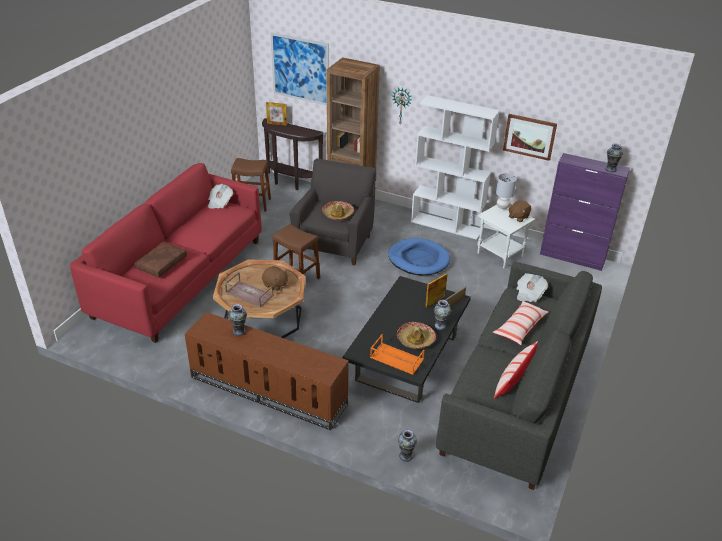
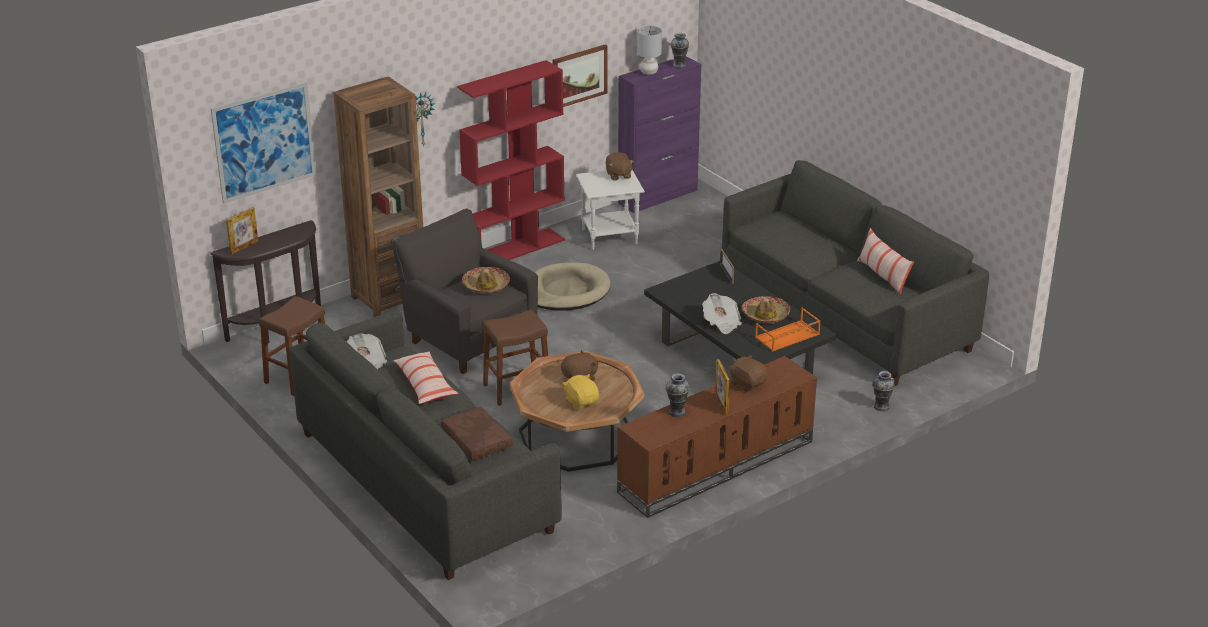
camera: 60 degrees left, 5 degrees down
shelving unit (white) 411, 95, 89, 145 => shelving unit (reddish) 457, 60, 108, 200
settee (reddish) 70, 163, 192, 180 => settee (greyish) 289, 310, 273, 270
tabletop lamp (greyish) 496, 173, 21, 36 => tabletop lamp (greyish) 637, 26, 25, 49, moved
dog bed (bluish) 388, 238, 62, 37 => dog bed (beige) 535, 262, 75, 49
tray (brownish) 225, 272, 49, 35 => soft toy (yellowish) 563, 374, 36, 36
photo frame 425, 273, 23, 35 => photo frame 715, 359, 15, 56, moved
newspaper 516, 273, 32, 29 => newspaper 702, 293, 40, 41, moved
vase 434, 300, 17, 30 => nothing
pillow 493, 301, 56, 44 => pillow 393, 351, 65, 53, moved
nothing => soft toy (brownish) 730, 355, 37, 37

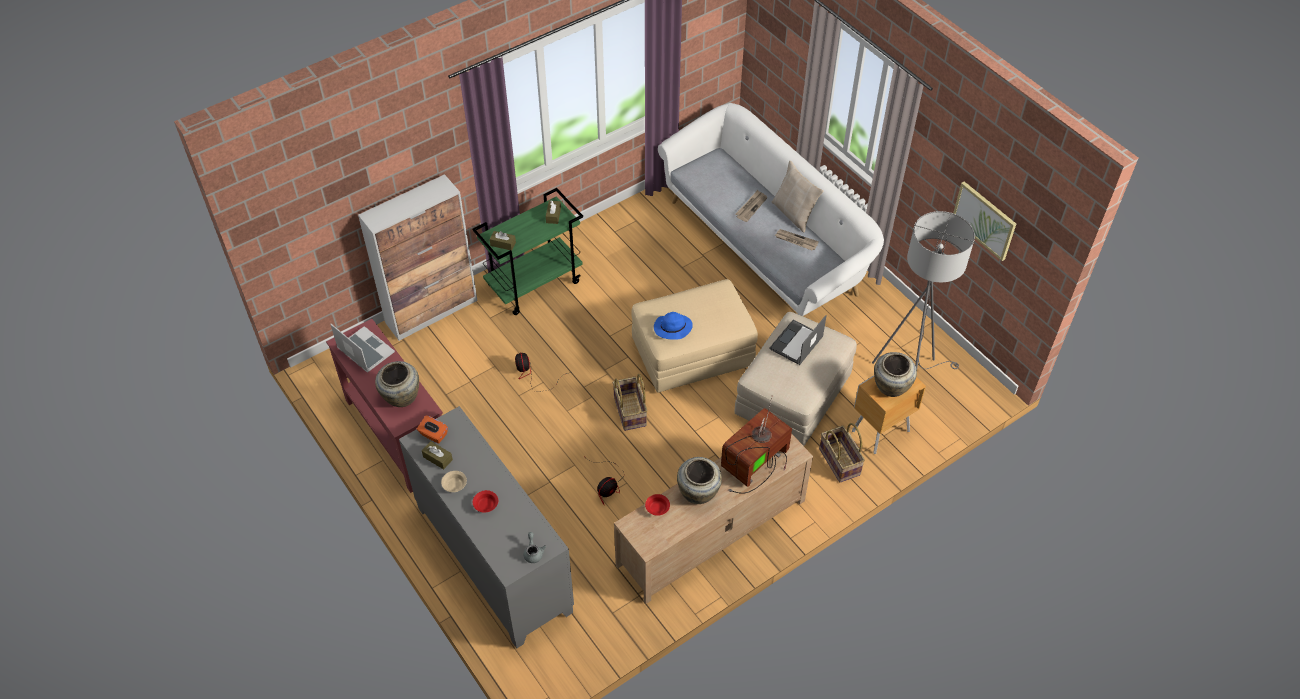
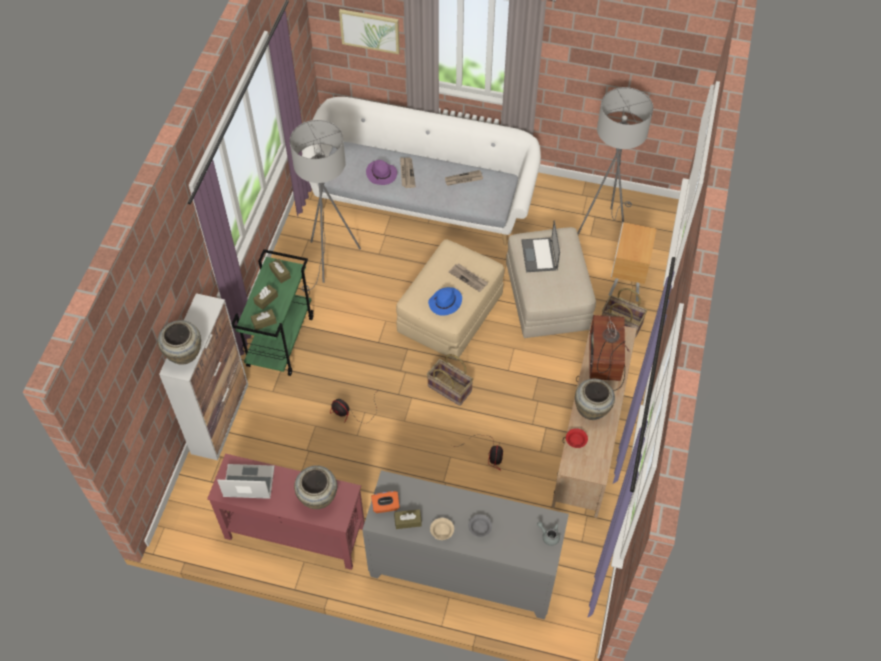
camera: 40 degrees left, 5 degrees up
pillow (beige) 772, 161, 51, 71 => nothing
wall picture 953, 181, 63, 80 => wall picture 339, 9, 61, 45, moved
vase (beige) 874, 352, 43, 45 => vase (beige) 158, 320, 43, 45, moved
bowl (reddish) 473, 490, 25, 23 => bowl (greyish) 468, 514, 24, 23
nothing => floor lamp (greyish) 290, 120, 71, 172
nothing => hat (purple-coloured) 366, 160, 31, 25
nothing => newspaper 448, 263, 40, 29
nothing => tissue box (brownish) 253, 285, 25, 25

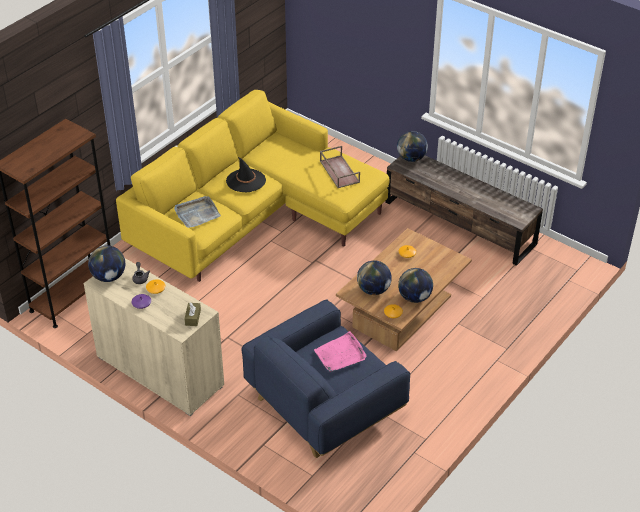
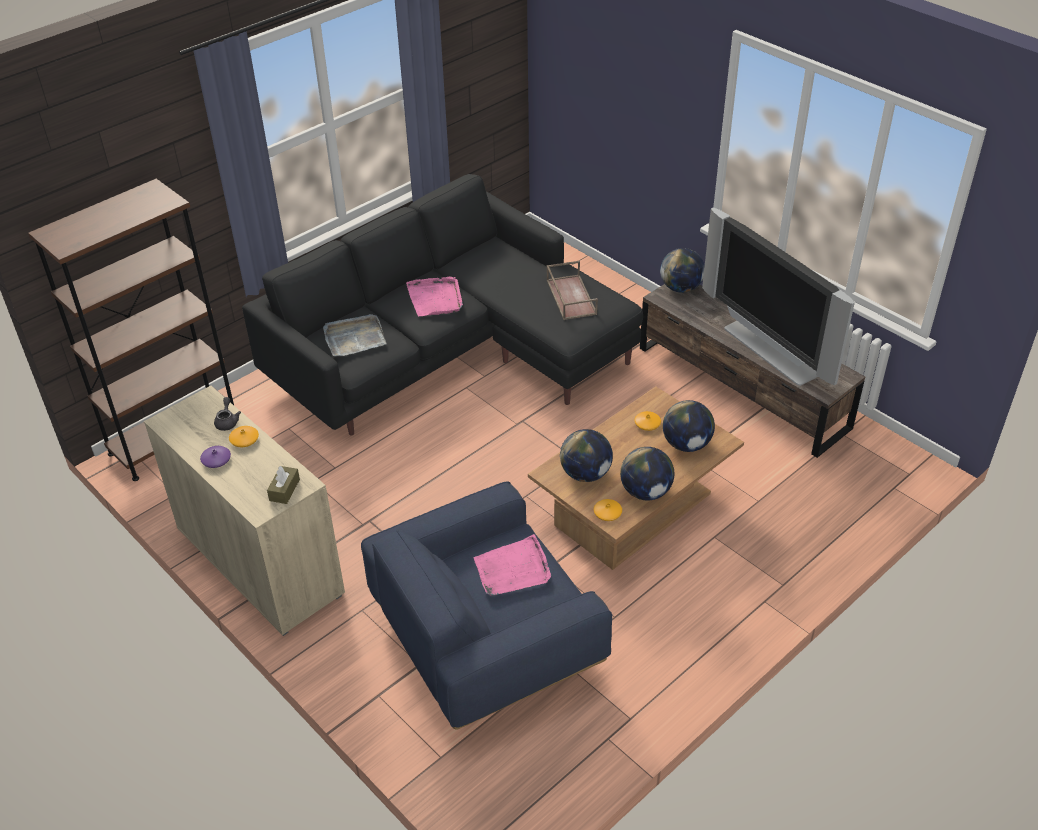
camera: 10 degrees right, 0 degrees up
settee (yellowish) 116, 90, 274, 192 => settee (blackish) 242, 174, 401, 261
hat (blackish) 226, 156, 40, 36 => tray (pinkish) 406, 277, 57, 39
desk globe 88, 246, 37, 36 => desk globe 663, 400, 52, 52, moved
nothing => TV set 702, 207, 153, 179

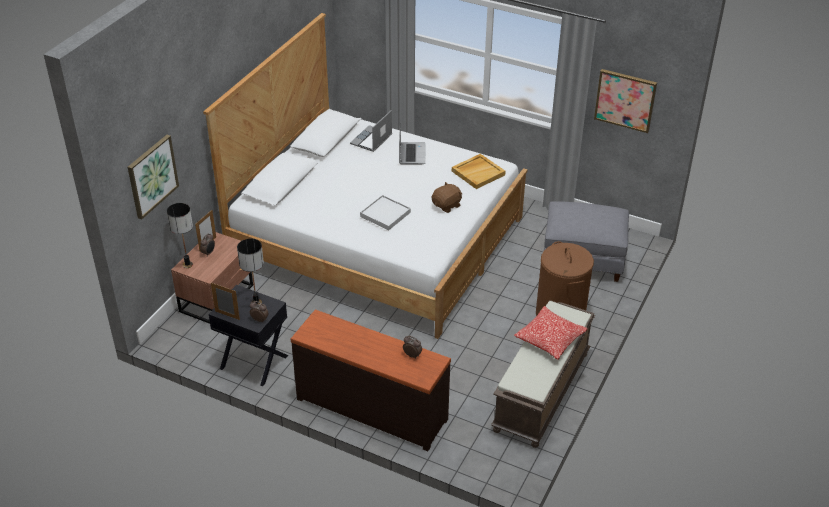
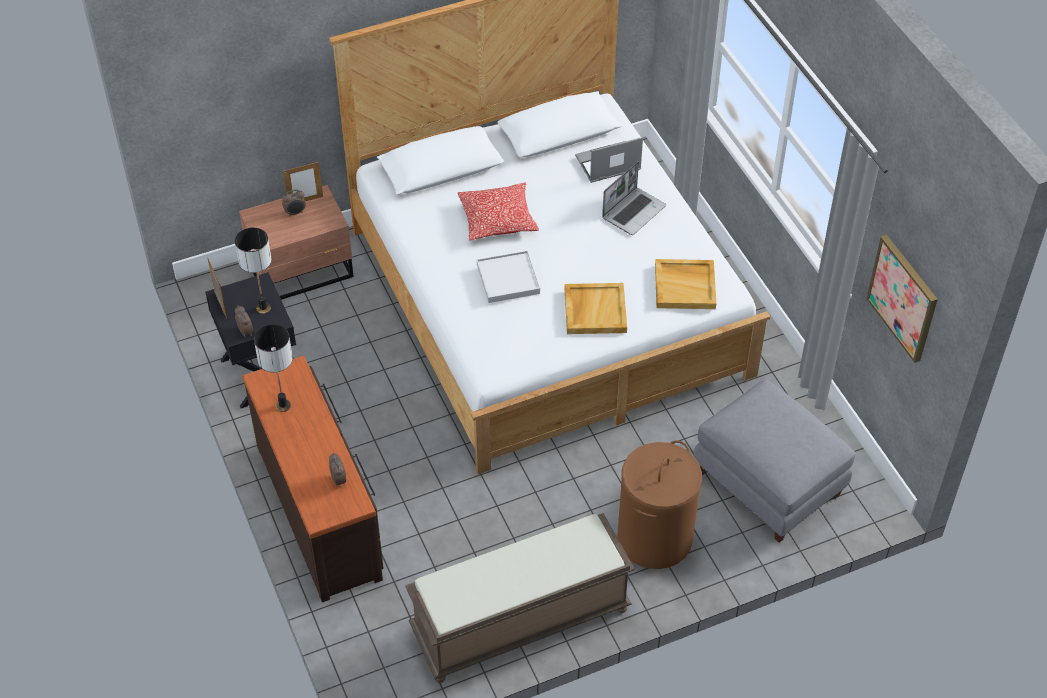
camera: 40 degrees right, 10 degrees up
wall picture 128, 135, 51, 85 => nothing
soft toy (brownish) 432, 182, 30, 31 => tray (beige) 565, 283, 62, 51
tabletop lamp 167, 203, 26, 65 => tabletop lamp 254, 324, 39, 88, moved
pillow 514, 306, 74, 54 => pillow 458, 183, 81, 58, moved

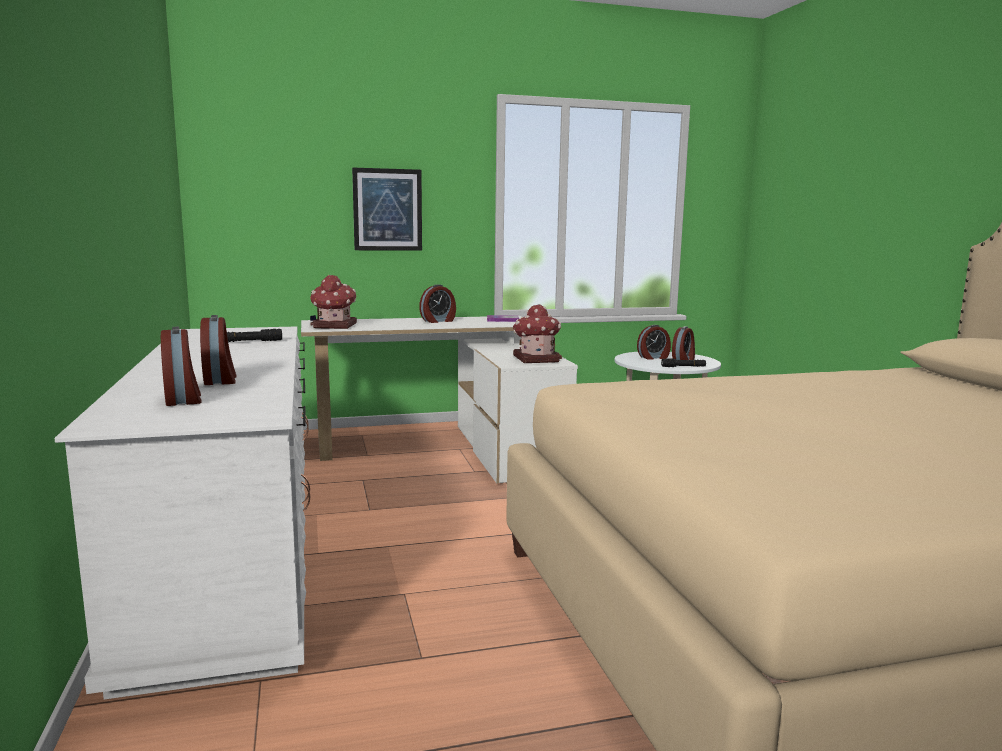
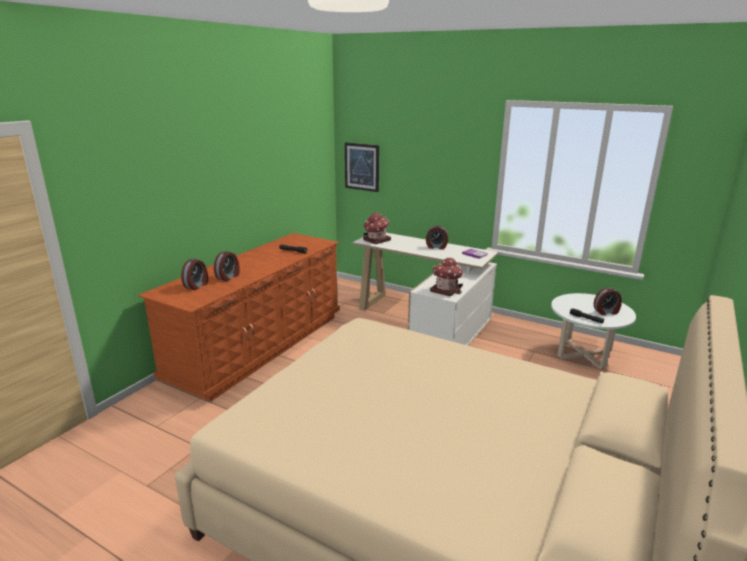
camera: 45 degrees right, 10 degrees up
wall picture 352, 168, 70, 83 => wall picture 345, 143, 34, 49, moved
bedside clock 637, 325, 34, 35 => nothing
chest of drawers (white) 55, 326, 255, 373 => chest of drawers (brownish) 138, 233, 202, 168

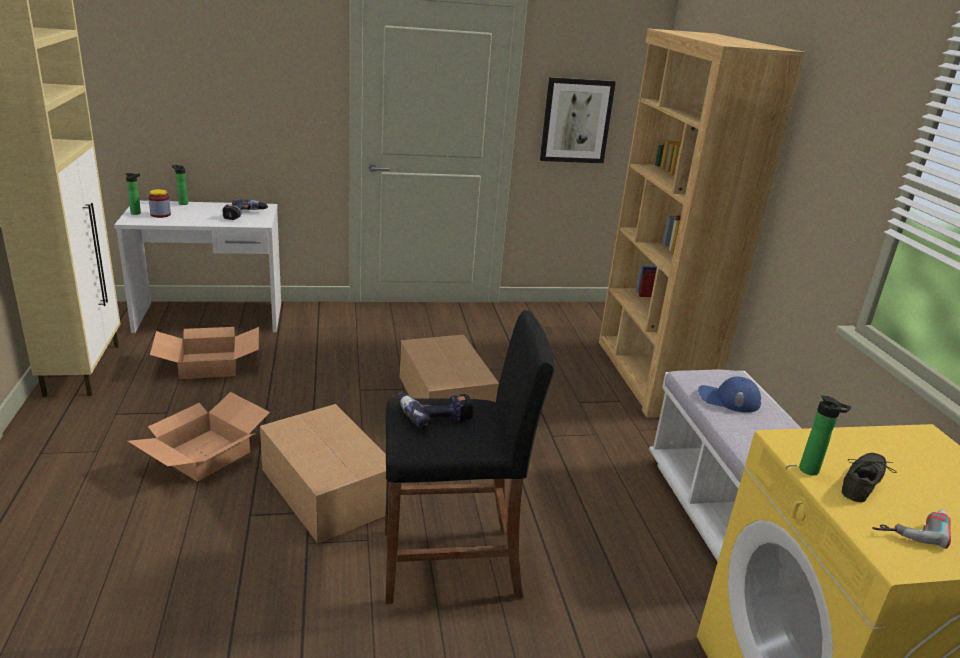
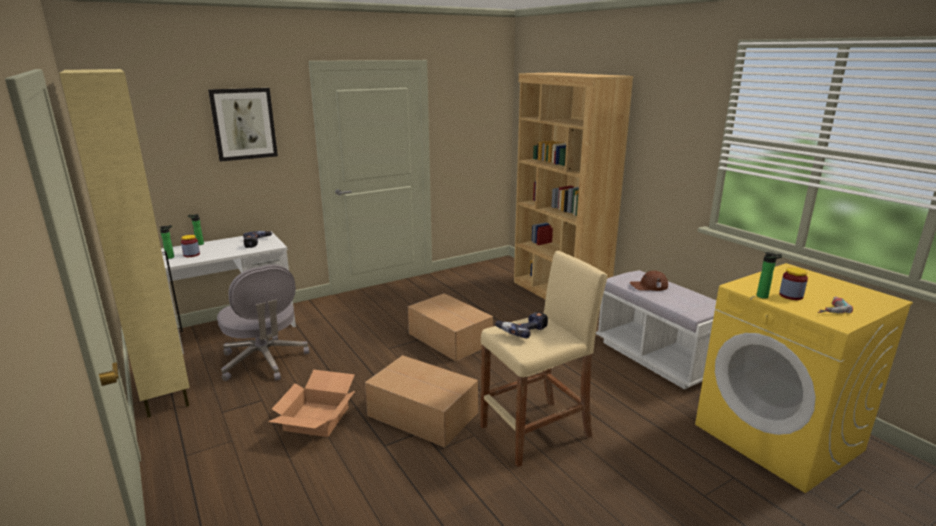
camera: 20 degrees left, 5 degrees down
wall picture 540, 77, 76, 86 => wall picture 208, 88, 70, 74, moved
stool (blackish) 385, 310, 170, 294 => stool (beige) 480, 251, 127, 216
packing box 150, 327, 109, 52 => office chair (greyish) 217, 265, 92, 116
cap (bluish) 698, 376, 63, 37 => cap (brownish) 630, 271, 38, 20
low shoe (greyish) 842, 453, 55, 49 => preserve jar 779, 267, 29, 33

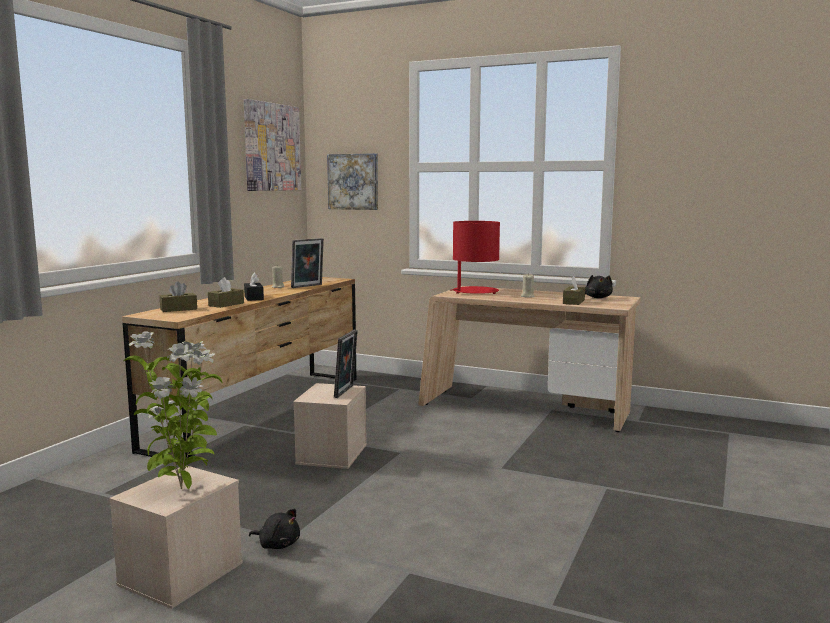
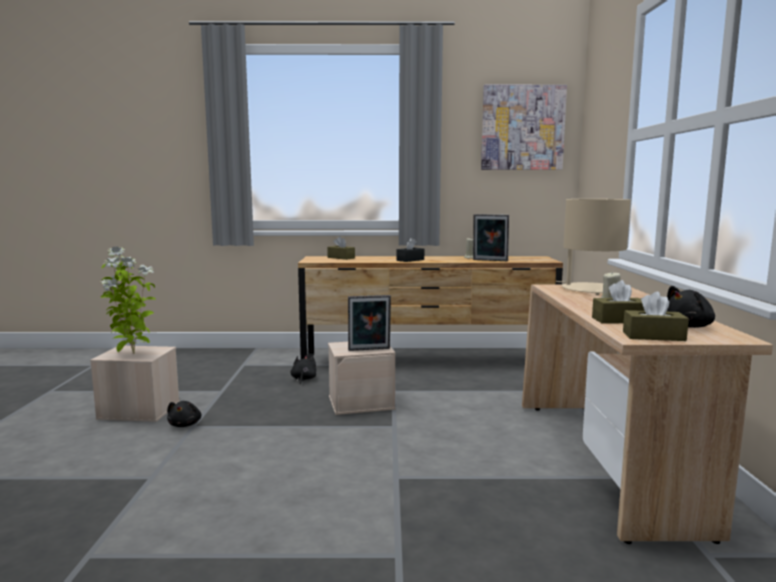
camera: 65 degrees right, 0 degrees up
wall picture 327, 153, 51, 57 => nothing
tabletop lamp (reddish) 450, 221, 50, 73 => tabletop lamp (beige) 556, 199, 75, 96
tissue box (brownish) 208, 277, 36, 31 => tissue box (brownish) 623, 292, 66, 49, moved
nothing => soft toy (blackish) 291, 356, 25, 28

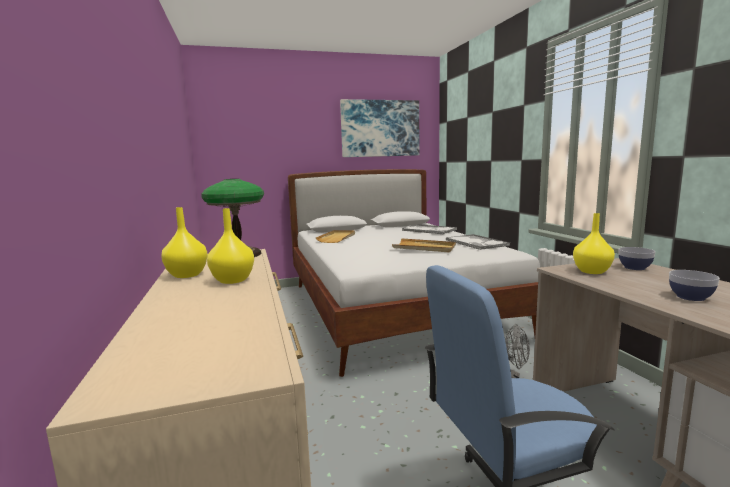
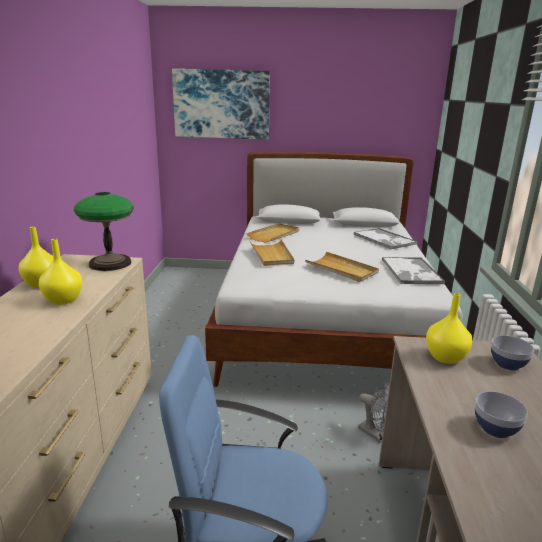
camera: 20 degrees right, 10 degrees up
wall picture 340, 99, 79, 58 => wall picture 172, 69, 98, 70, moved
nothing => tray (beige) 250, 240, 44, 26

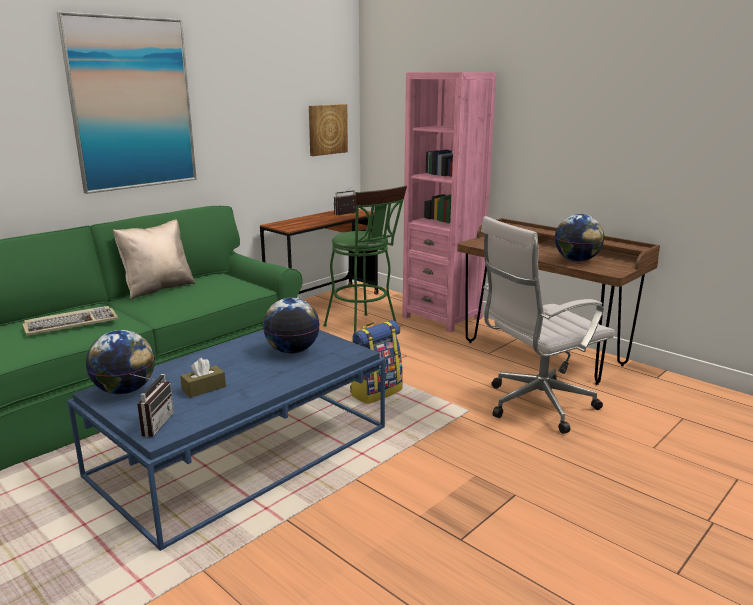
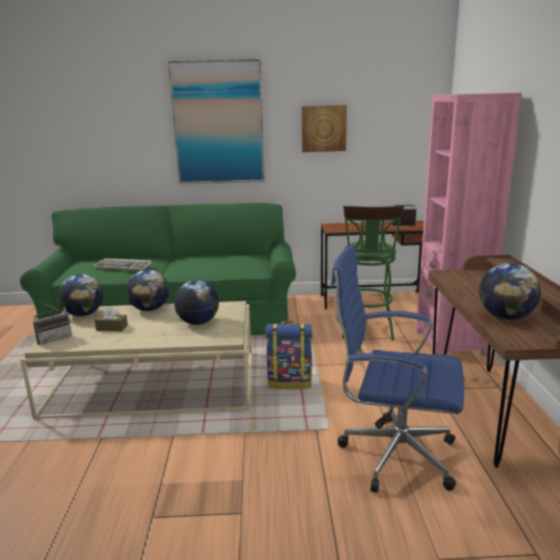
camera: 45 degrees right, 0 degrees up
wall picture 309, 104, 39, 52 => wall picture 302, 105, 45, 47, moved
office chair (white) 481, 216, 134, 218 => office chair (bluish) 331, 244, 133, 249
pillow (beige) 113, 219, 83, 81 => nothing
coffee table (bluish) 67, 330, 318, 221 => coffee table (beige) 20, 301, 231, 118
nothing => desk globe 126, 270, 43, 41

